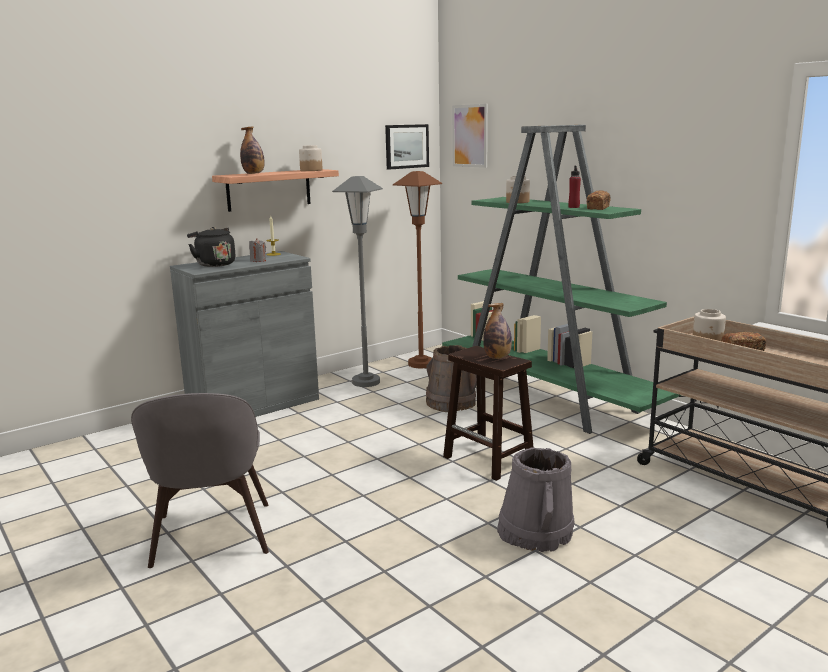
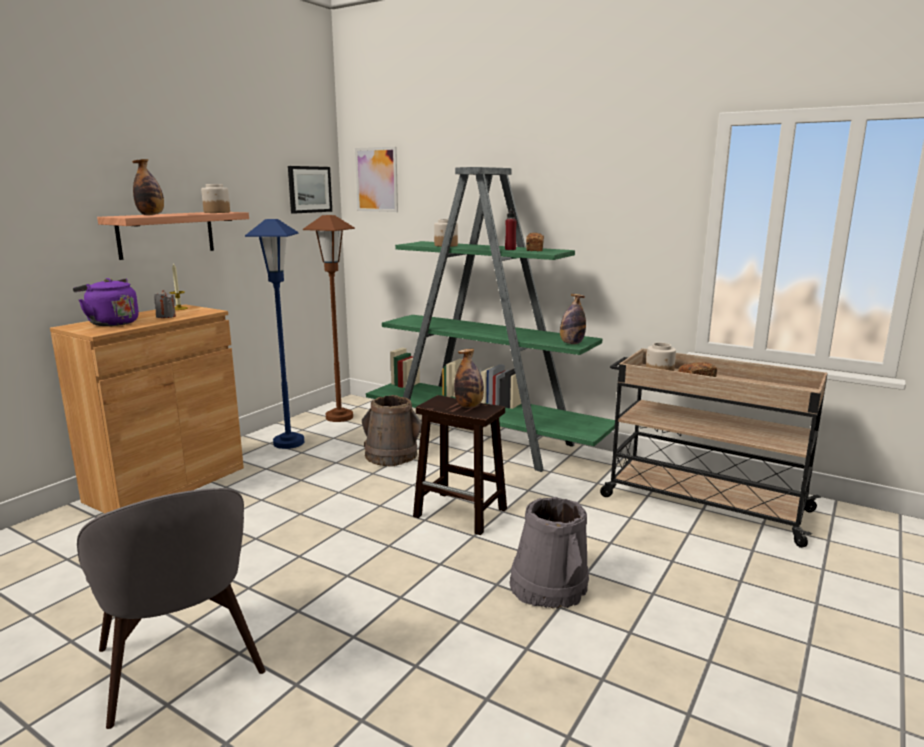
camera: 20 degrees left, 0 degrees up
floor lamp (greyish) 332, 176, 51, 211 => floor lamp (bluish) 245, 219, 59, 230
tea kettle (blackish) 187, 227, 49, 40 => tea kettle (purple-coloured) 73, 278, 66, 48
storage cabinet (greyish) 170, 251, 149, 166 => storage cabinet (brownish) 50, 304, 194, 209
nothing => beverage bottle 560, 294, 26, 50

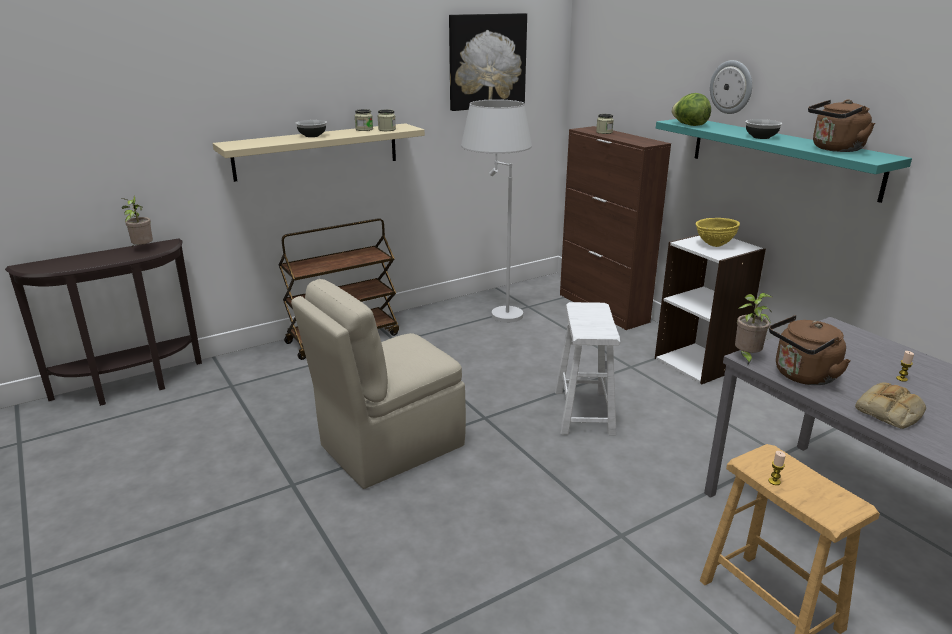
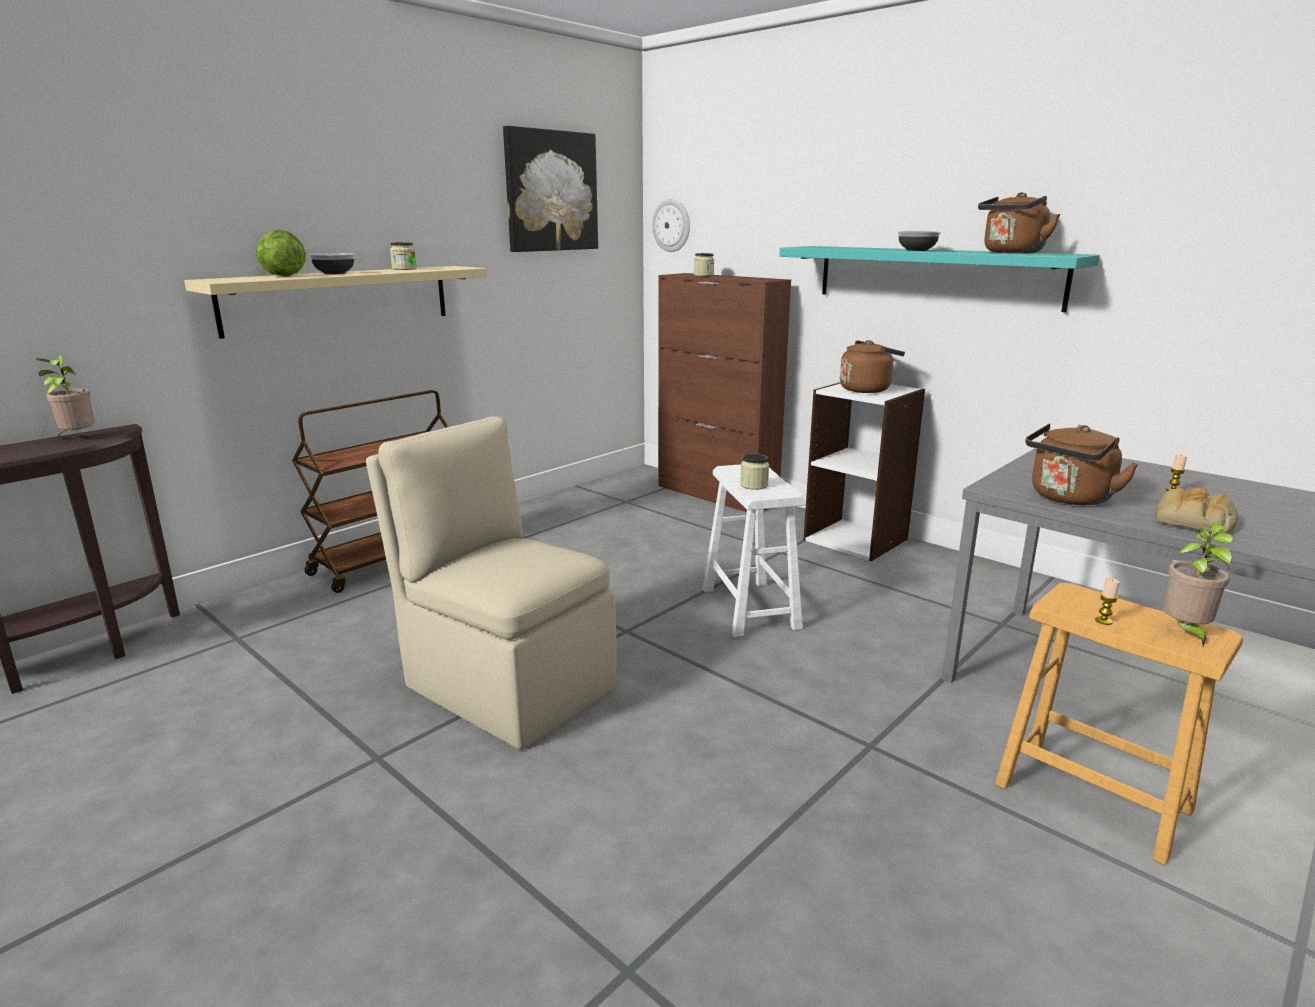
camera: 15 degrees left, 5 degrees down
wall clock 710, 60, 42, 54 => wall clock 652, 199, 38, 53, moved
lettuce head 672, 93, 39, 33 => lettuce head 256, 229, 50, 48, moved
floor lamp (white) 461, 99, 71, 224 => nothing
preserve jar 378, 110, 18, 21 => preserve jar 740, 454, 29, 36, moved
bowl (yellowish) 696, 218, 44, 29 => tea kettle (brownish) 840, 340, 65, 53
upright chair (beige) 291, 279, 175, 210 => upright chair (beige) 366, 416, 251, 333, 90 degrees clockwise
houseplant 735, 293, 39, 73 => houseplant 1163, 523, 71, 123, moved

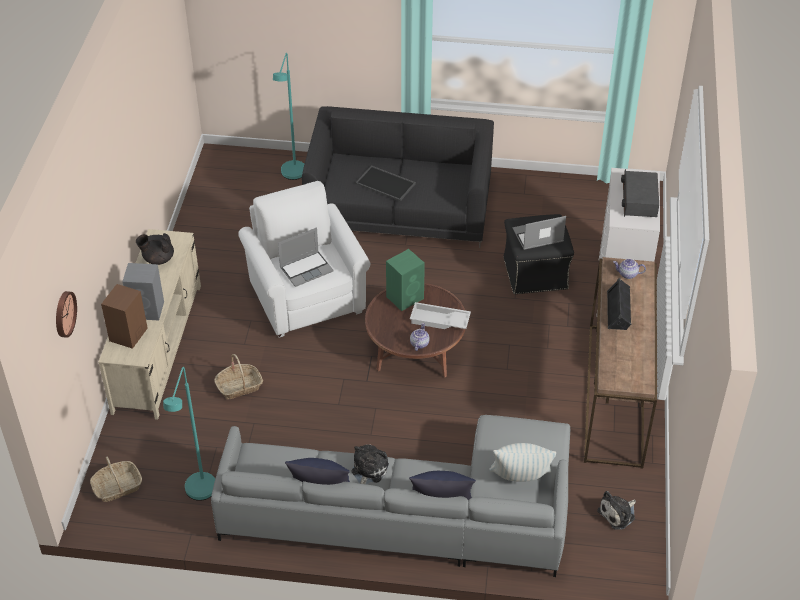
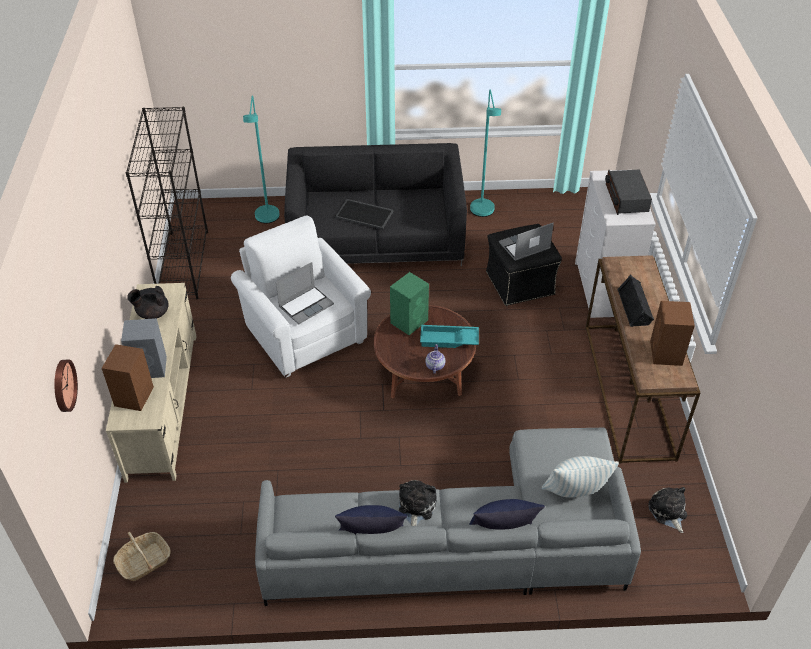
camera: 10 degrees left, 0 degrees up
pot for tea 613, 259, 33, 20 => nothing
tray (white) 410, 302, 61, 27 => tray (blue-green) 420, 325, 59, 23
basket 214, 354, 49, 46 => nothing
floor lamp (blue-green) 163, 367, 52, 134 => floor lamp (blue-green) 470, 89, 31, 128, moved
soft toy 597, 491, 39, 39 => soft toy 648, 487, 39, 46, 120 degrees clockwise
nothing => shelving unit (blackish) 126, 107, 82, 192
nothing => loudspeaker (brownish) 650, 301, 45, 65

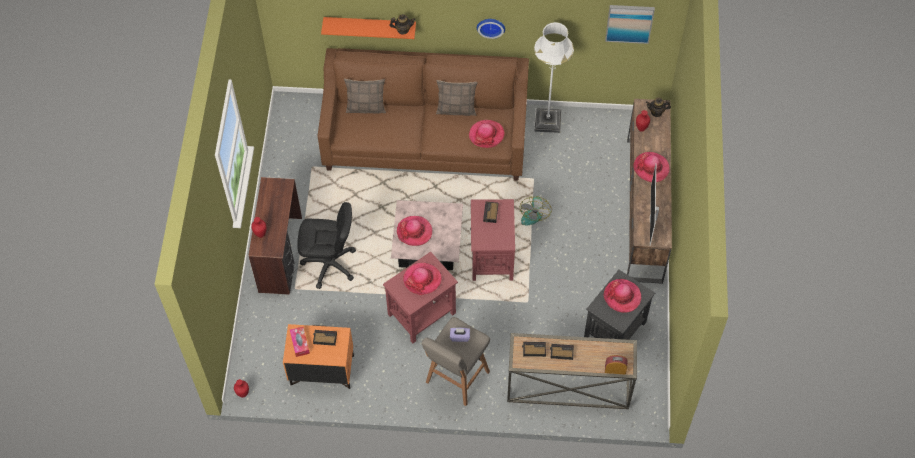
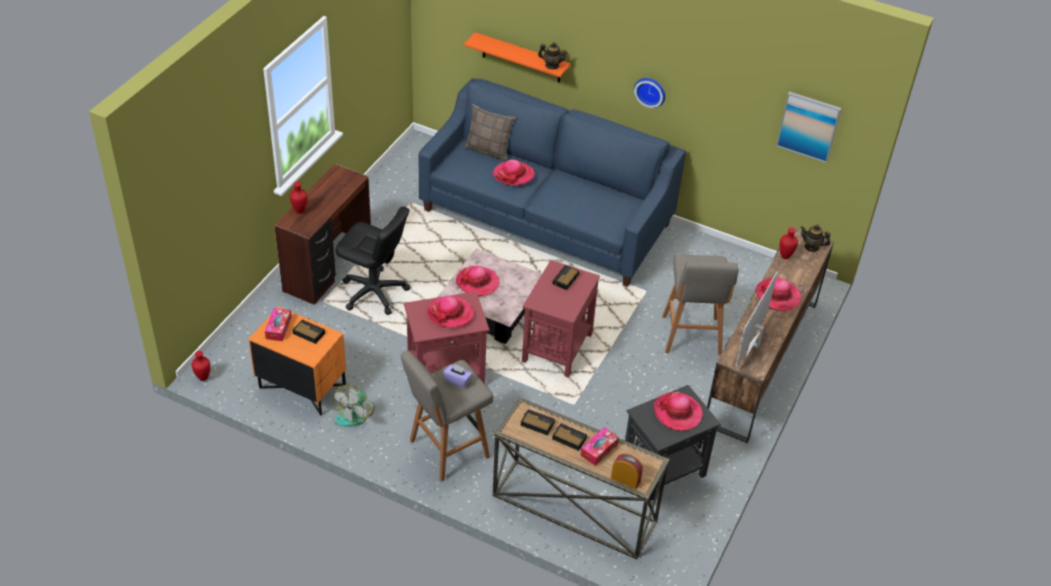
camera: 20 degrees right, 15 degrees down
floor lamp (white) 534, 22, 40, 111 => nothing
settee (brownish) 318, 48, 211, 133 => settee (bluish) 419, 78, 267, 209
pillow 436, 80, 41, 36 => nothing
hat 469, 120, 36, 28 => hat 493, 159, 42, 27, moved
electric fan 519, 196, 33, 30 => electric fan 333, 385, 42, 42, moved
nothing => stool (greyish) 662, 254, 77, 101
nothing => tissue box 581, 427, 38, 39

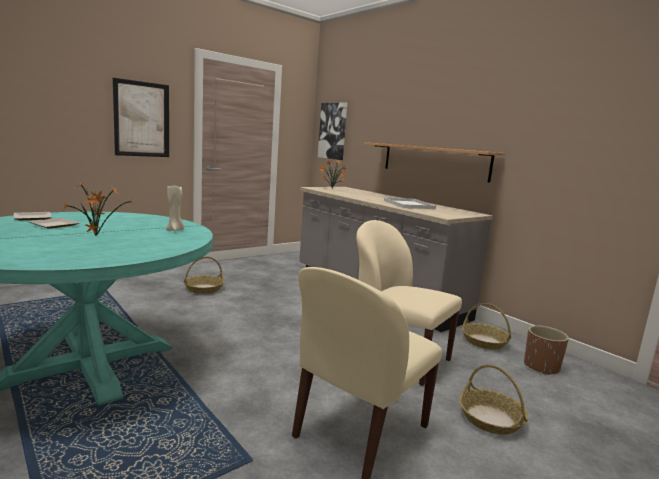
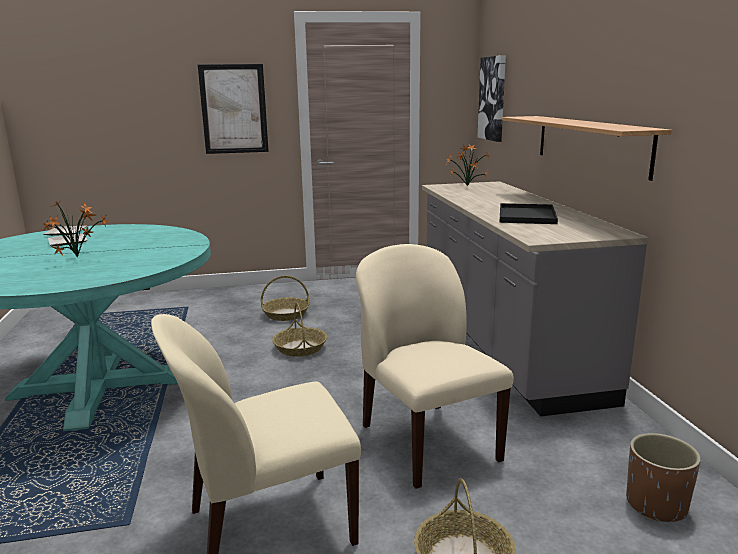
camera: 30 degrees right, 5 degrees up
candle (beige) 166, 186, 18, 45 => nothing
tray (white) 384, 198, 52, 11 => tray (blackish) 499, 203, 59, 21
basket 462, 303, 49, 47 => basket 272, 303, 55, 54, moved

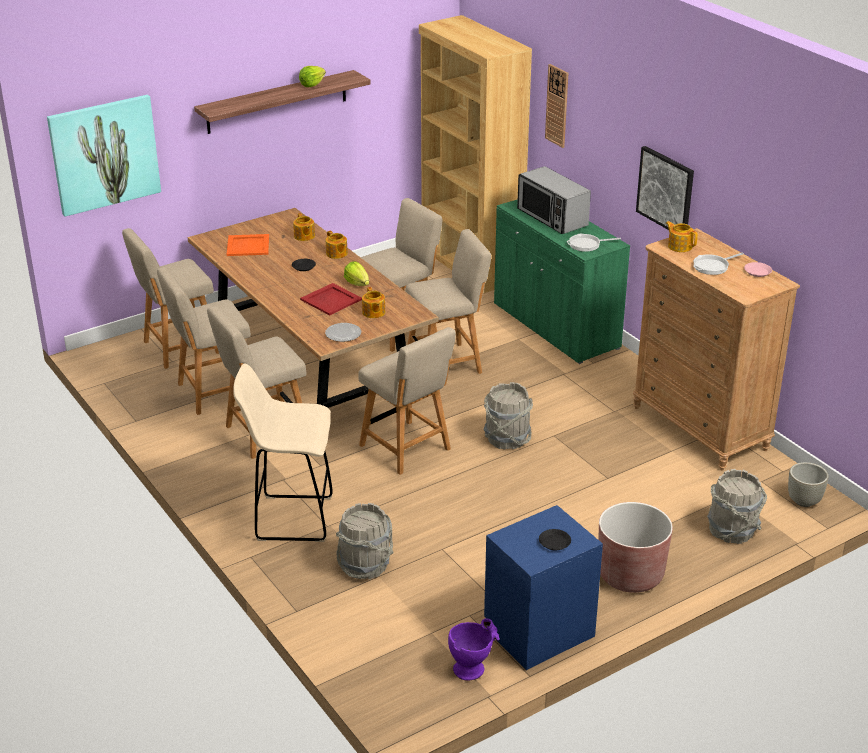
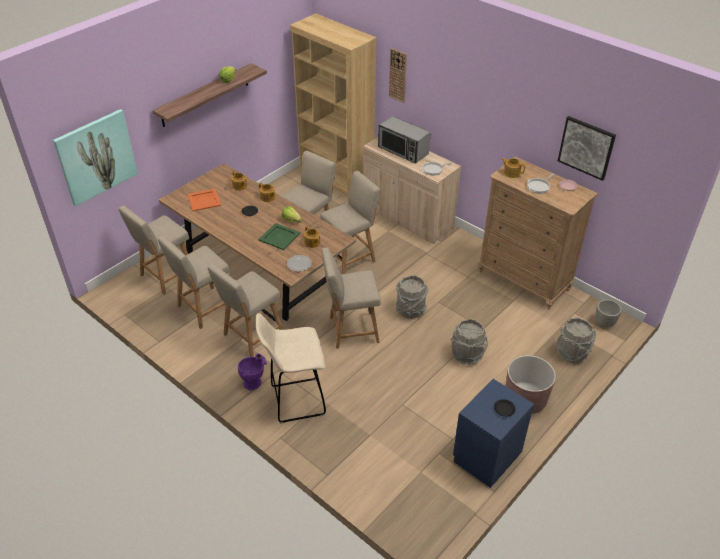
camera: 15 degrees left, 10 degrees up
wall picture 636, 146, 58, 84 => wall picture 558, 116, 58, 65, moved
storage cabinet (green-coloured) 494, 199, 136, 165 => storage cabinet (beige) 363, 137, 98, 107
tray (reddish) 300, 283, 62, 32 => tray (green-coloured) 259, 223, 41, 27
upright chair (beige) 359, 327, 97, 148 => upright chair (beige) 321, 248, 60, 101, 135 degrees clockwise
bucket (greyish) 336, 503, 57, 76 => bucket (greyish) 450, 319, 38, 46, moved
vase (purple-coloured) 448, 618, 52, 63 => vase (purple-coloured) 238, 353, 29, 37, moved

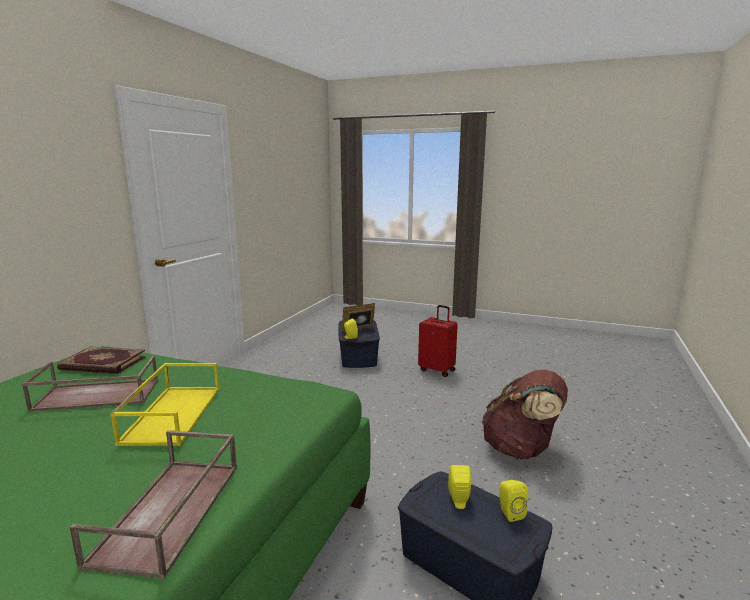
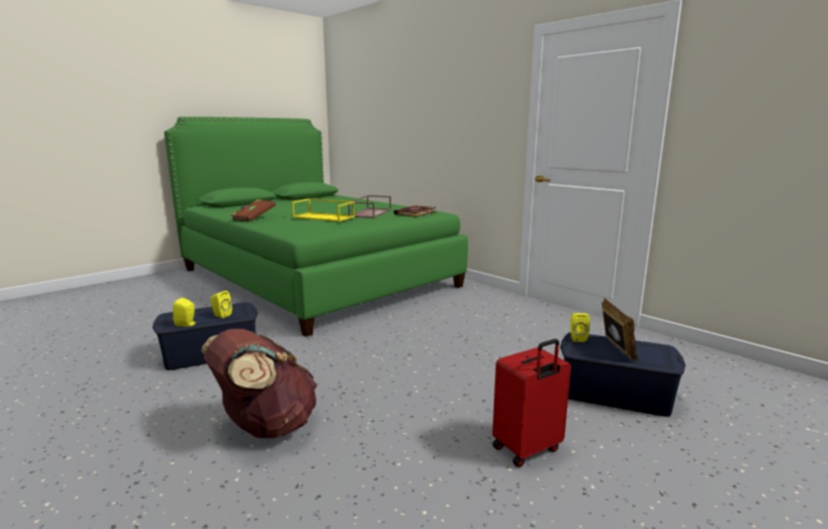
camera: 115 degrees right, 0 degrees up
tray (brownish) 70, 430, 167, 150 => bound book (brownish) 231, 199, 45, 23

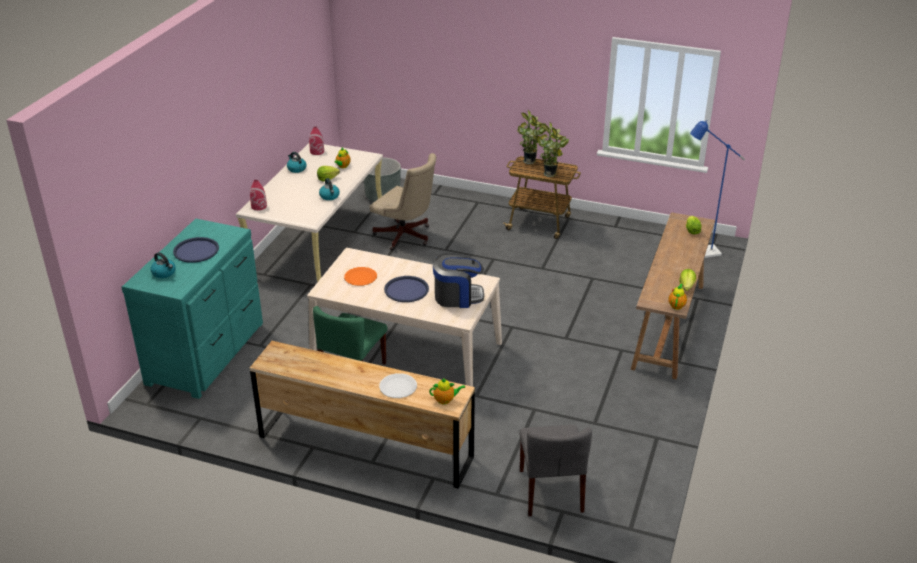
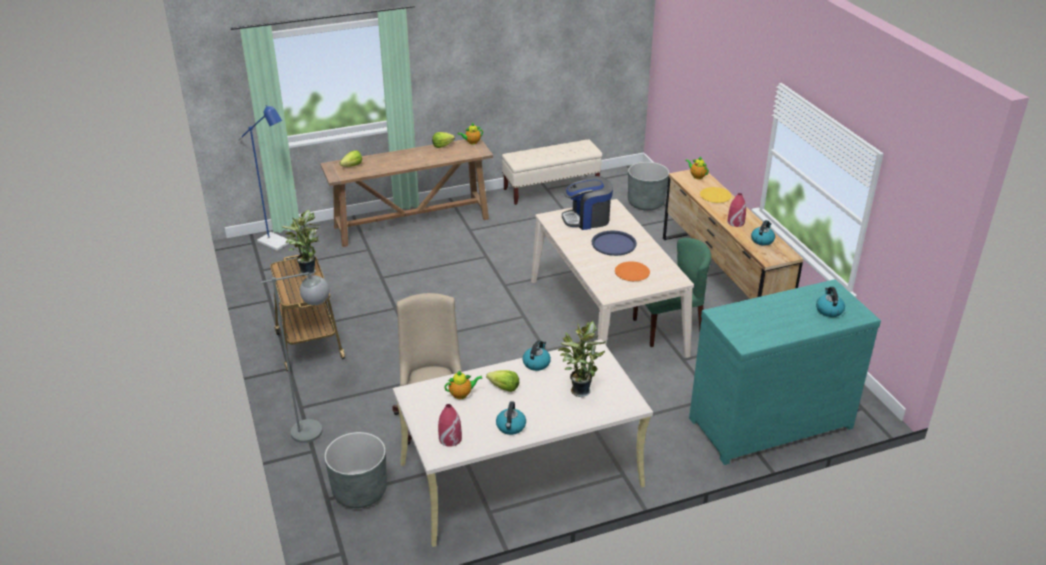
camera: 130 degrees left, 0 degrees up
houseplant 517, 110, 29, 54 => houseplant 558, 321, 48, 76, moved
vase (reddish) 250, 180, 17, 30 => vase (reddish) 727, 193, 19, 34, moved
tray (bluish) 173, 237, 46, 26 => nothing
coffee brewer 433, 253, 51, 55 => coffee brewer 562, 176, 51, 54, 60 degrees counterclockwise
dinner plate (white) 379, 373, 38, 25 => dinner plate (yellowish) 700, 187, 31, 16
upright chair (greyish) 519, 425, 73, 91 => planter (greyish) 628, 162, 41, 49
nothing => indoor bench (beige) 502, 139, 100, 66
nothing => tea kettle 751, 220, 24, 26
nothing => floor lamp (greyish) 261, 272, 69, 171

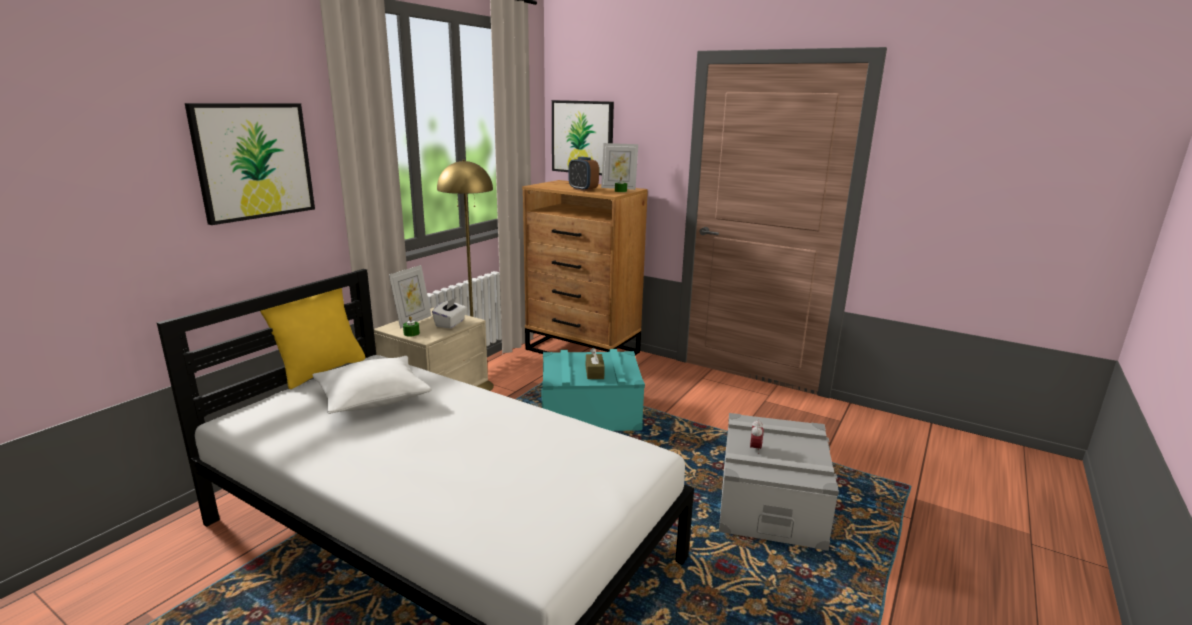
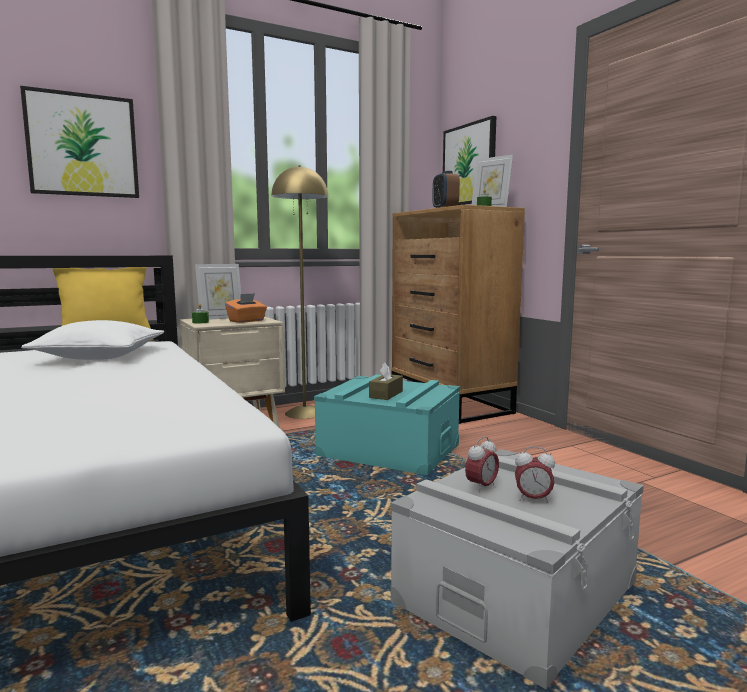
camera: 30 degrees right, 10 degrees down
tissue box (white) 432, 298, 35, 31 => tissue box (orange) 225, 293, 42, 30
nothing => bedside clock 515, 447, 40, 56

